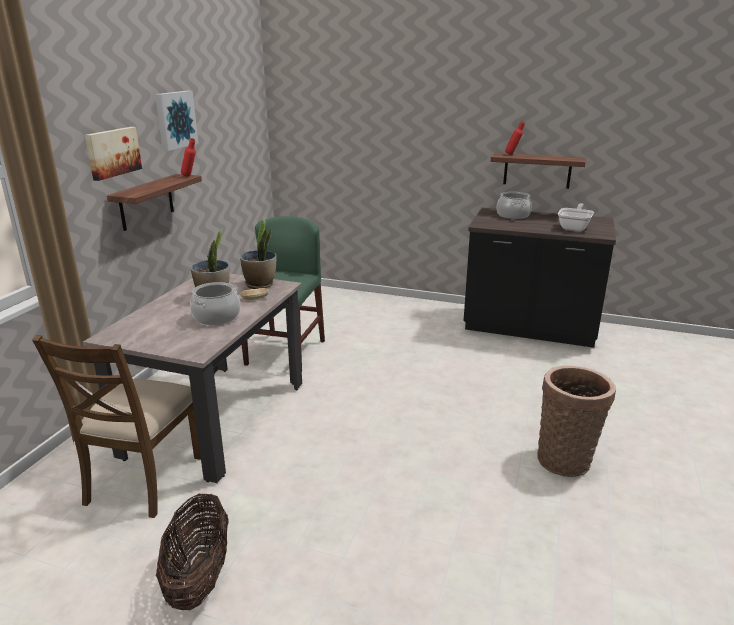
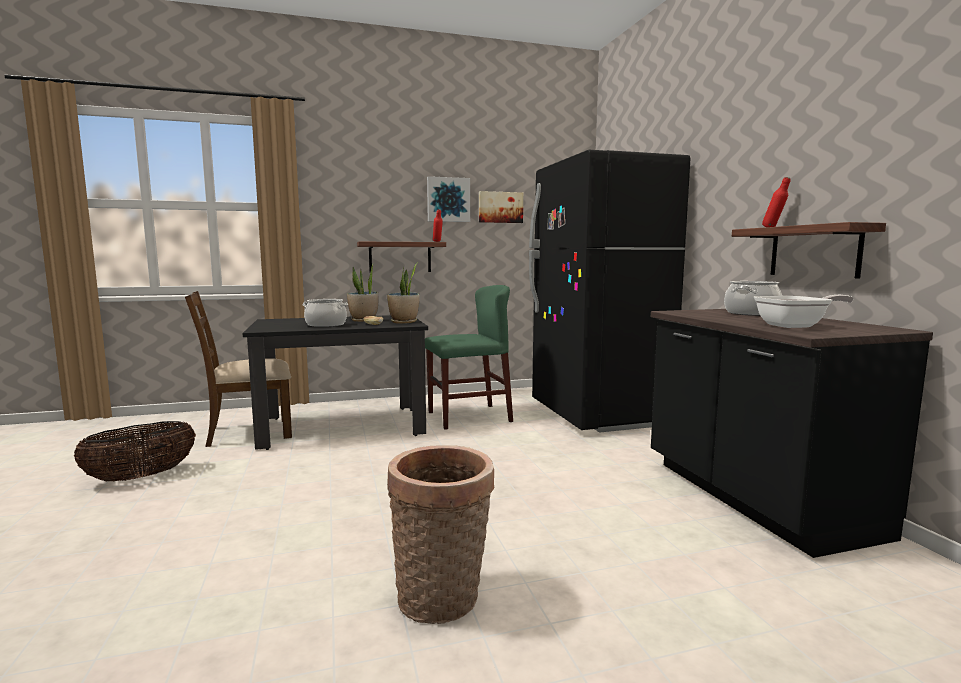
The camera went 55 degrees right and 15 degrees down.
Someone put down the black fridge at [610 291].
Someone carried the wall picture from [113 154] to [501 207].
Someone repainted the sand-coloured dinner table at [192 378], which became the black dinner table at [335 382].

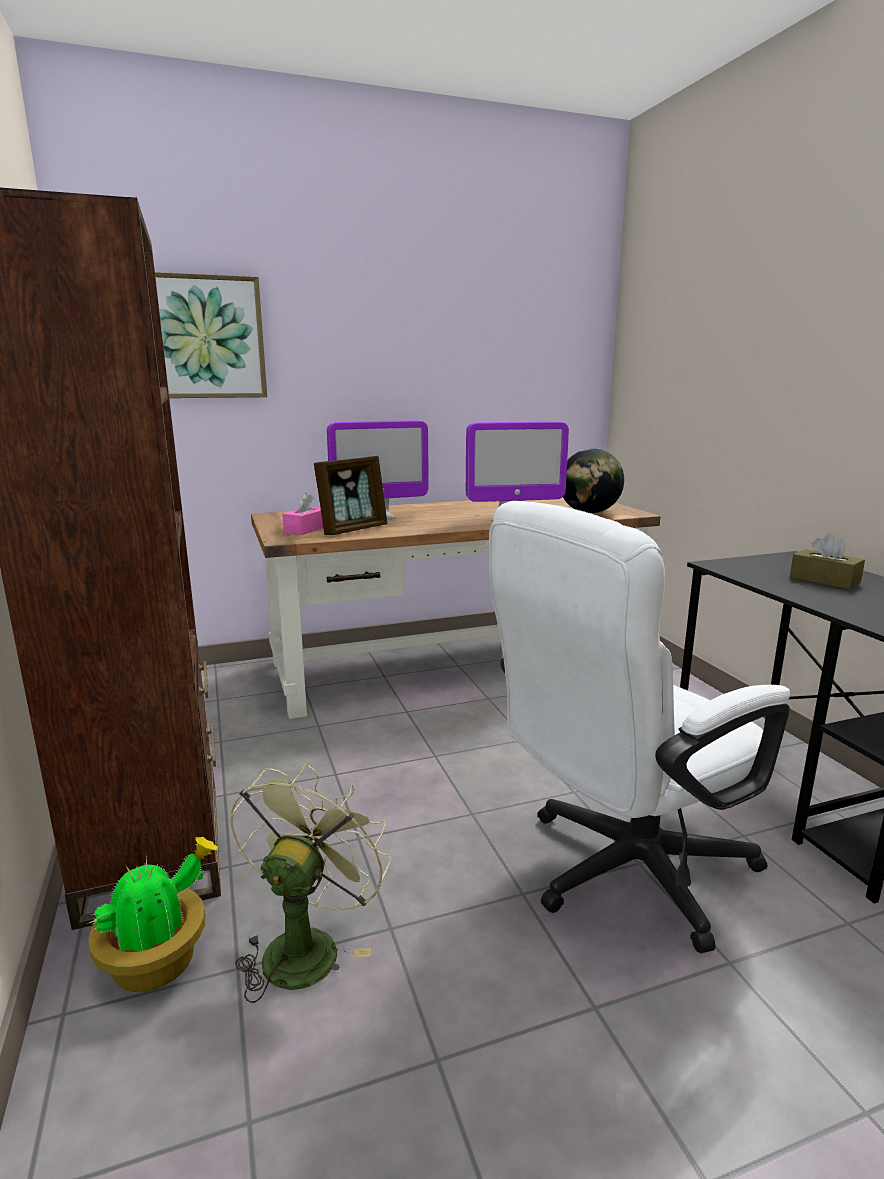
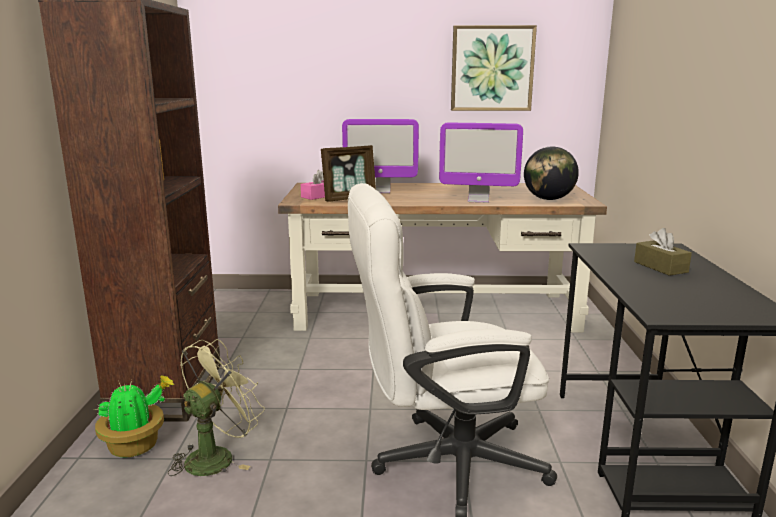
The camera went 20 degrees right and 0 degrees up.
Someone carried the wall picture from [211 335] to [494 68].

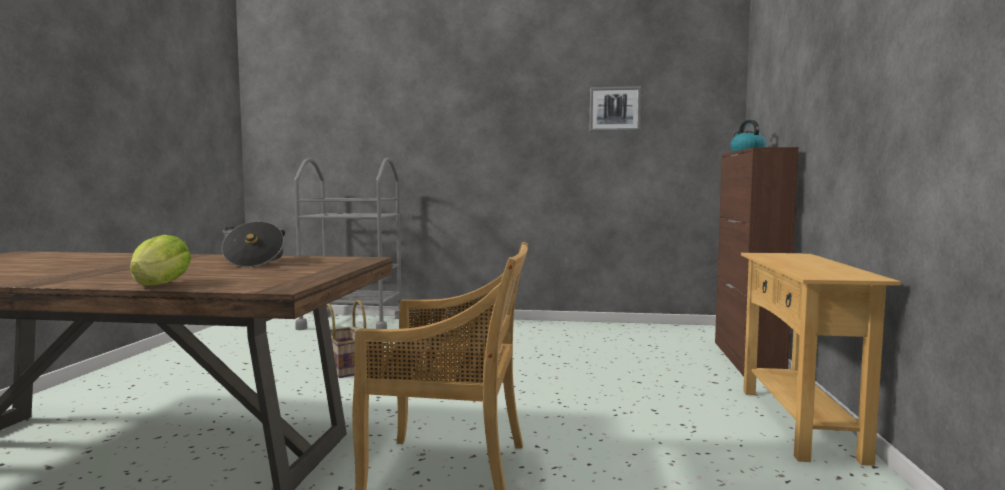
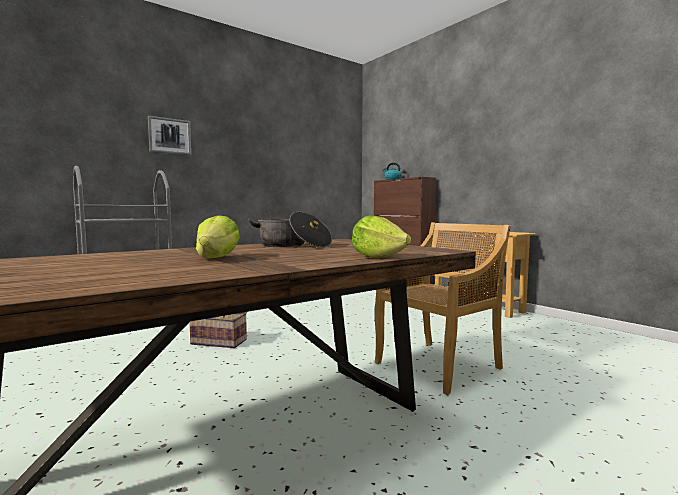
The camera went 45 degrees left and 0 degrees up.
Someone put down the head of lettuce at [218 237].
Someone carried the wall picture from [615 109] to [169 135].

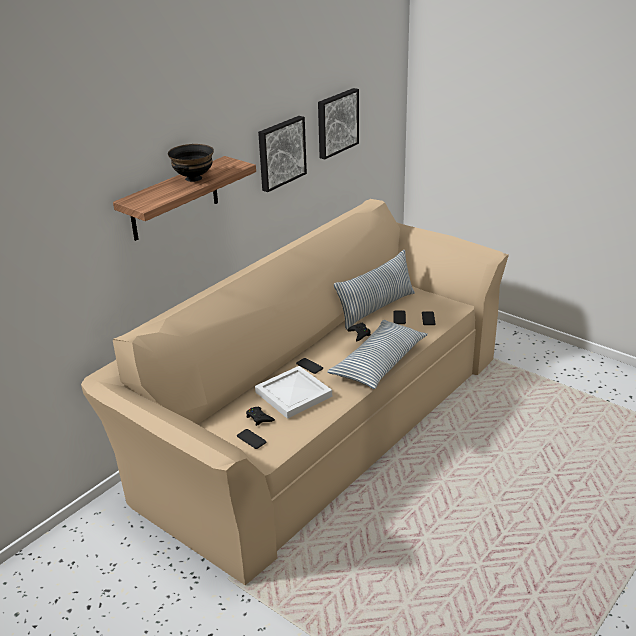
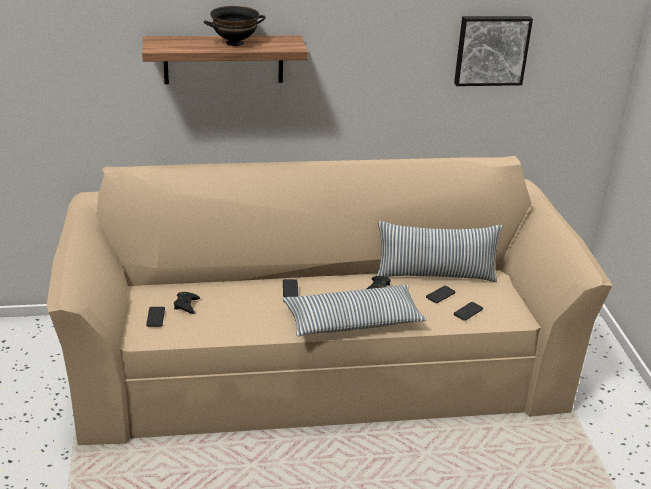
The camera went 40 degrees right and 0 degrees up.
Someone took away the whitish serving tray at [293 392].
Someone took away the wall picture at [282 154].

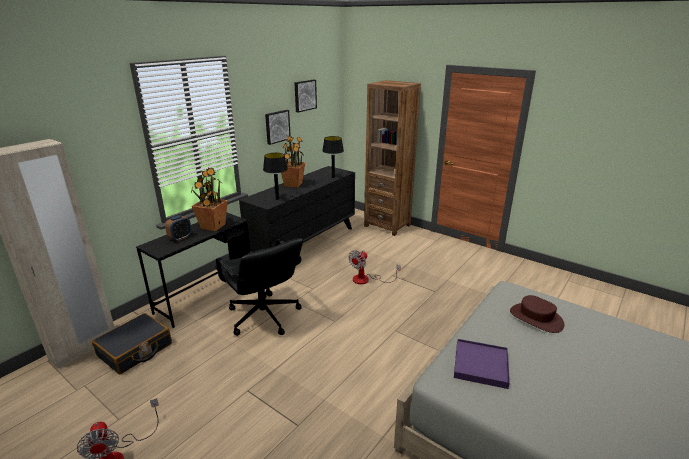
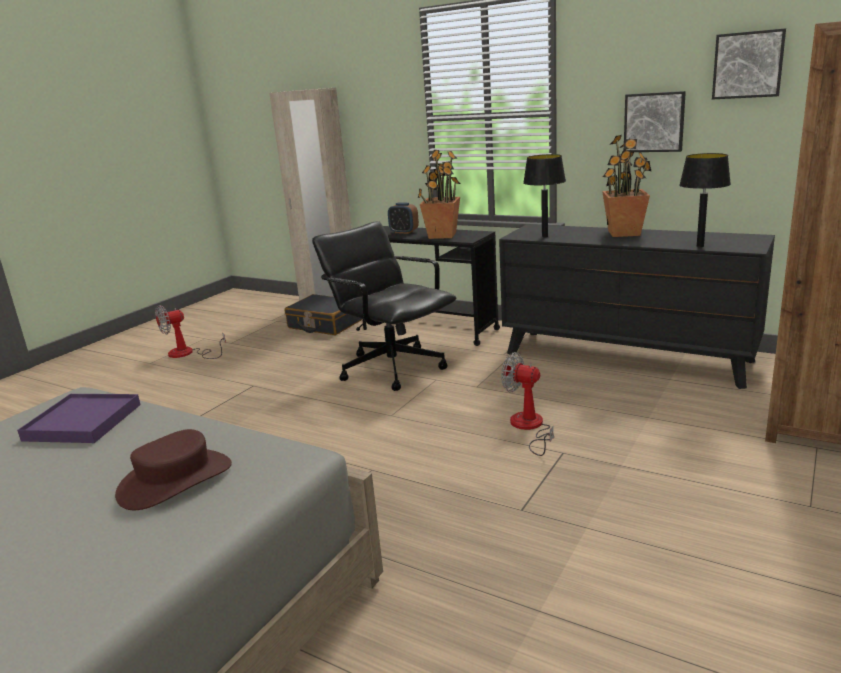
The camera went 85 degrees right and 5 degrees down.
Someone rotated the black computer chair at [259 287] by 90 degrees clockwise.

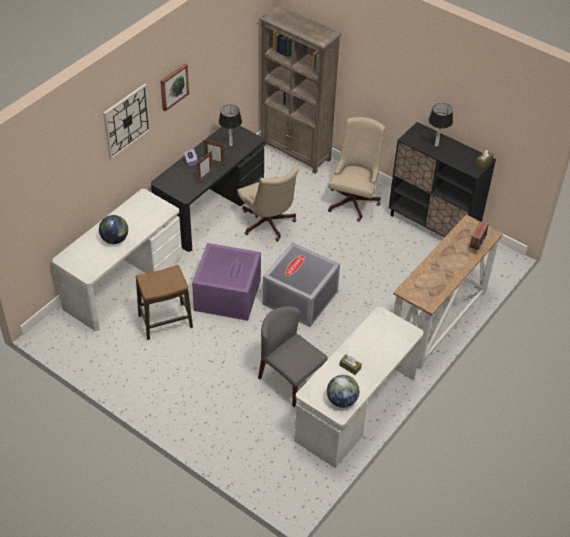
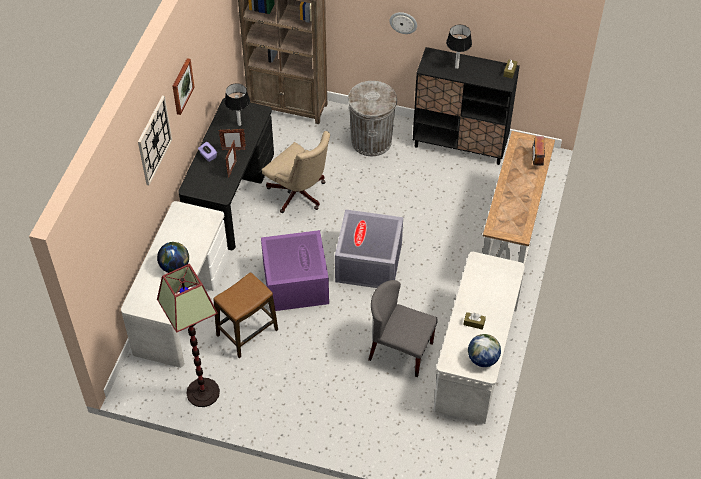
The camera went 20 degrees left and 5 degrees up.
Someone put down the standing lamp at [188 335].
Someone put up the clock on the wall at [403 23].
Someone swapped the sand-coloured computer chair at [356 169] for the gray rubbish bin at [372 118].

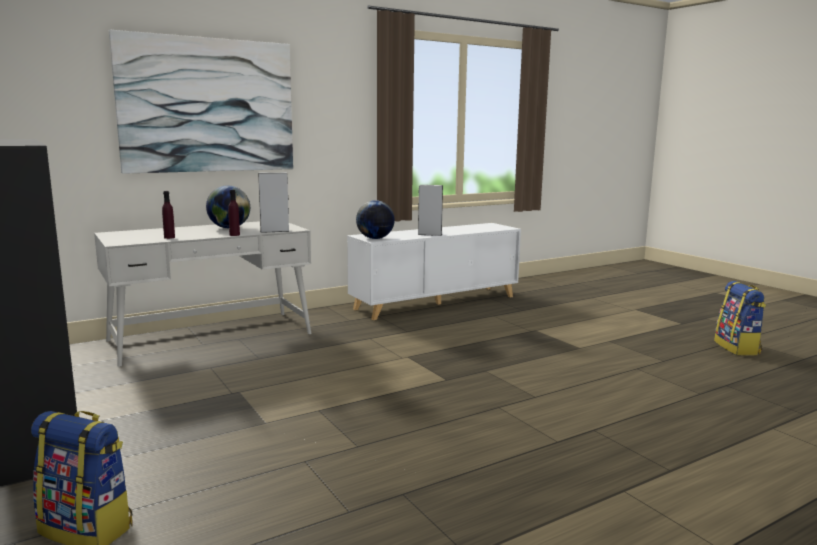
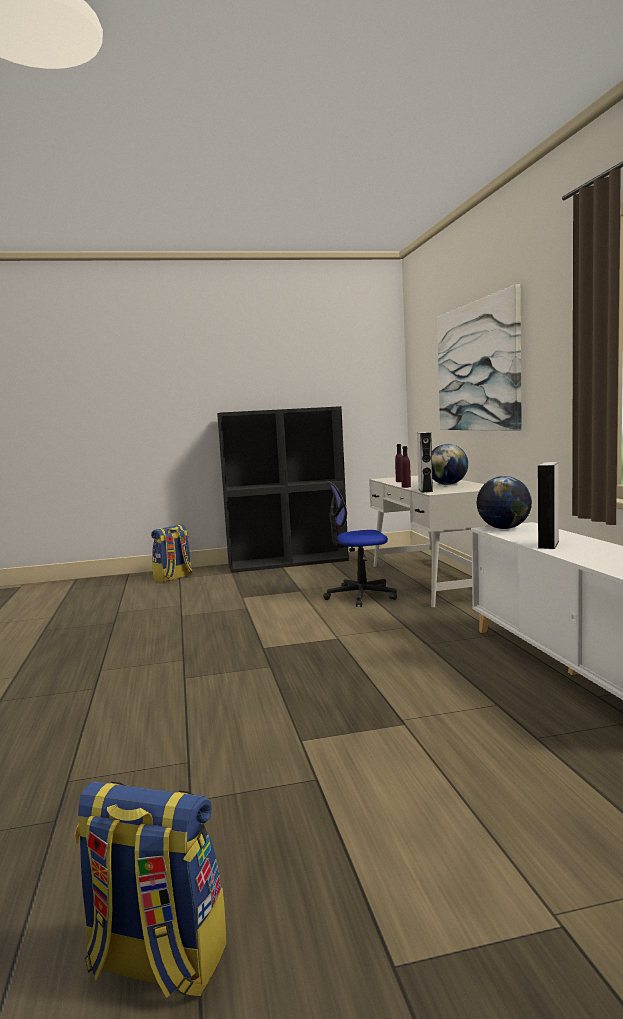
The camera went 110 degrees right and 5 degrees down.
Someone put down the computer chair at [360 544].

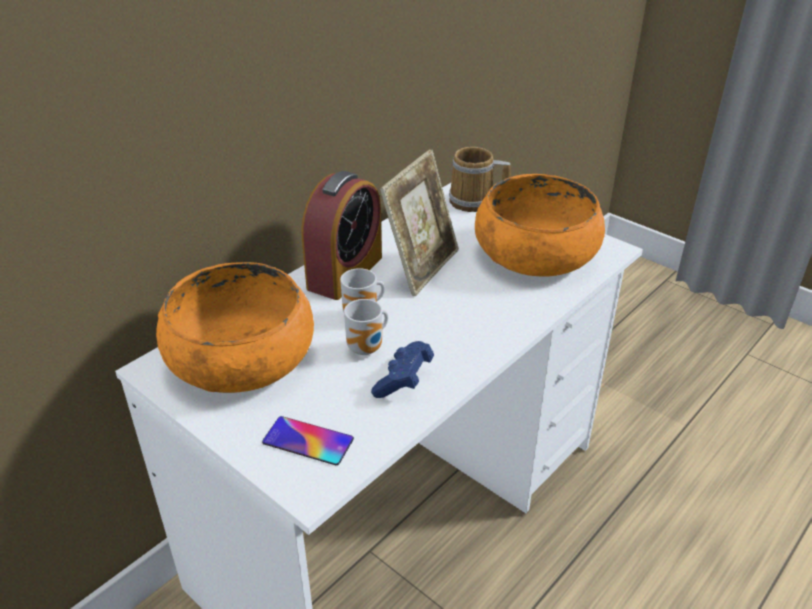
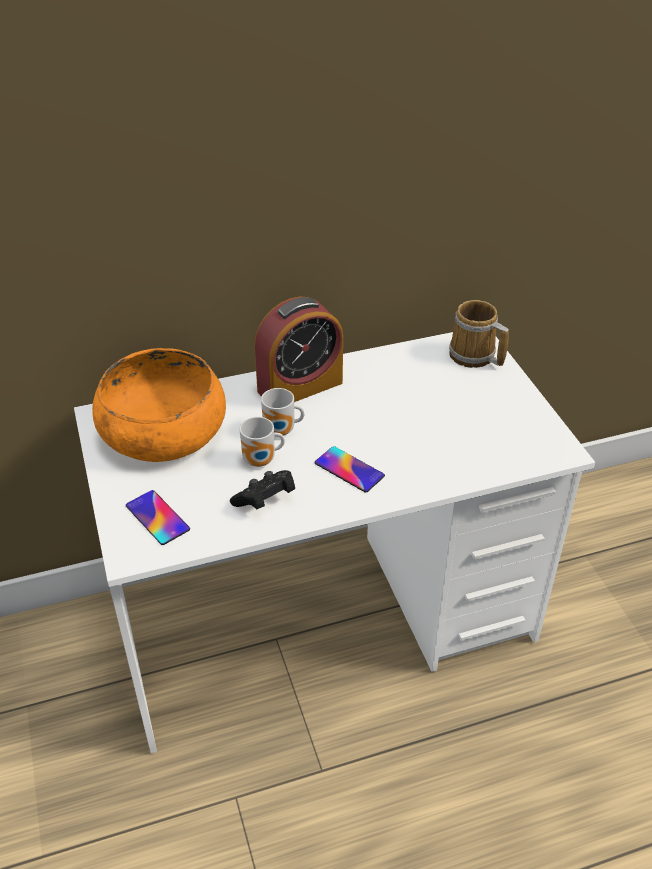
The camera went 30 degrees right and 5 degrees up.
Someone took away the picture frame at [419 222].
Someone took away the orangey bowl at [540 225].
Someone put down the telephone at [350 469].
Someone repainted the bluish game controller at [402 369], which became the black game controller at [262 489].

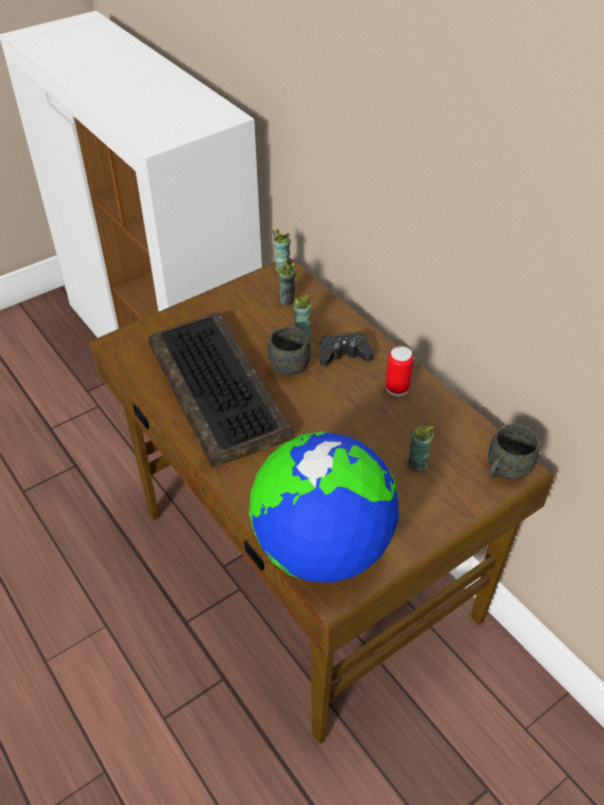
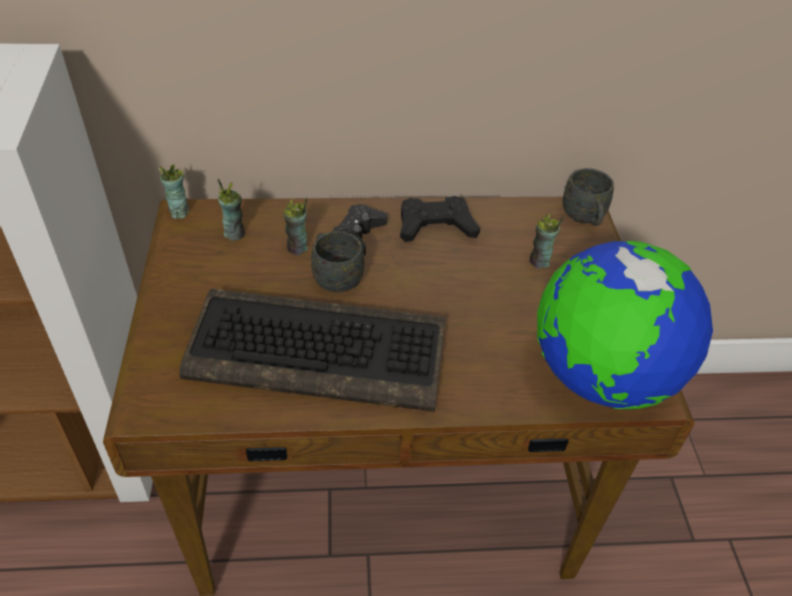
The camera went 60 degrees left and 0 degrees up.
Someone swapped the metal can at [399 371] for the black game controller at [440 219].

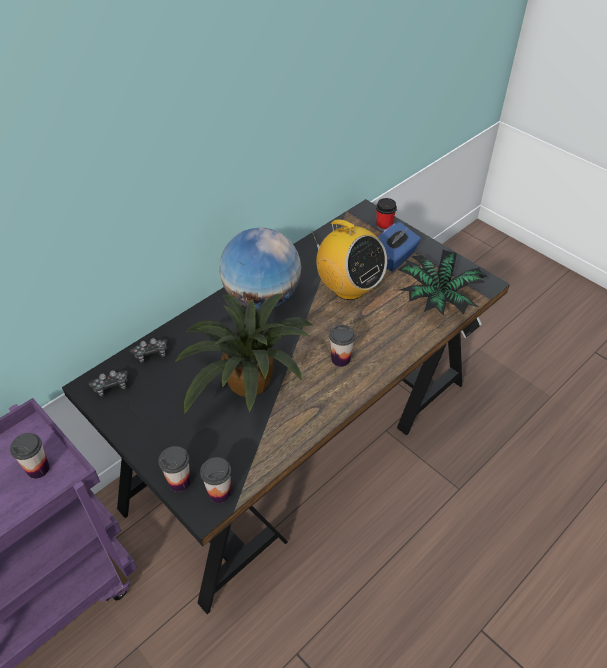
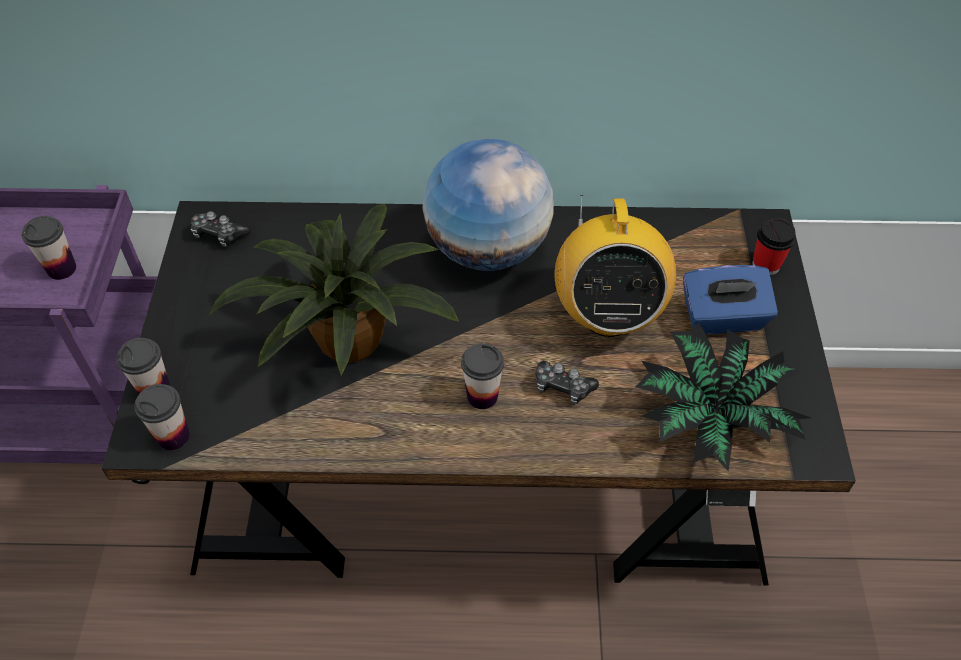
The camera went 45 degrees right and 5 degrees up.
Someone carried the game controller from [149 350] to [567 383].

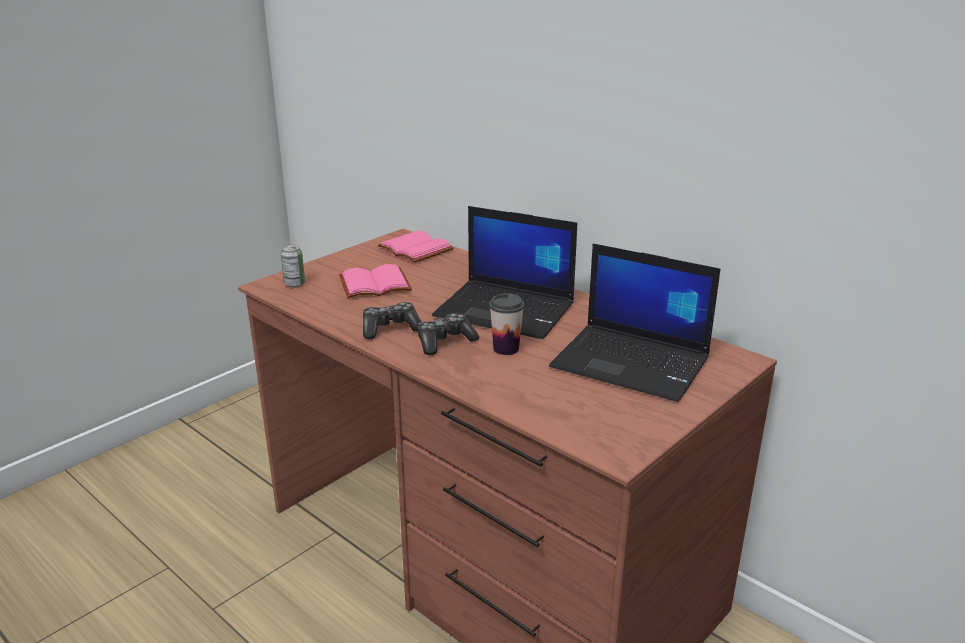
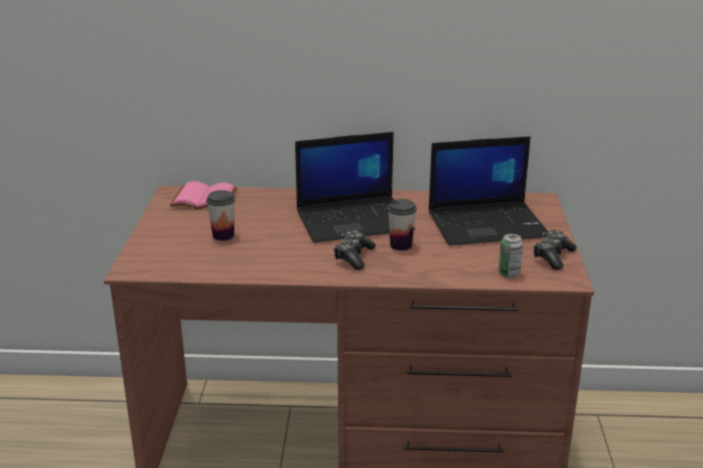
The camera went 40 degrees left and 0 degrees up.
Someone carried the metal can from [293 266] to [510 256].
Someone carried the game controller from [392 320] to [555 250].
Someone swapped the pinkish volume at [375 281] for the small cup at [220 215].

